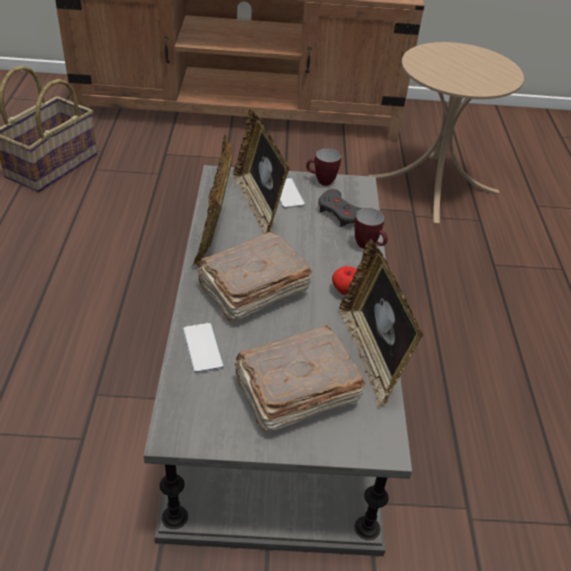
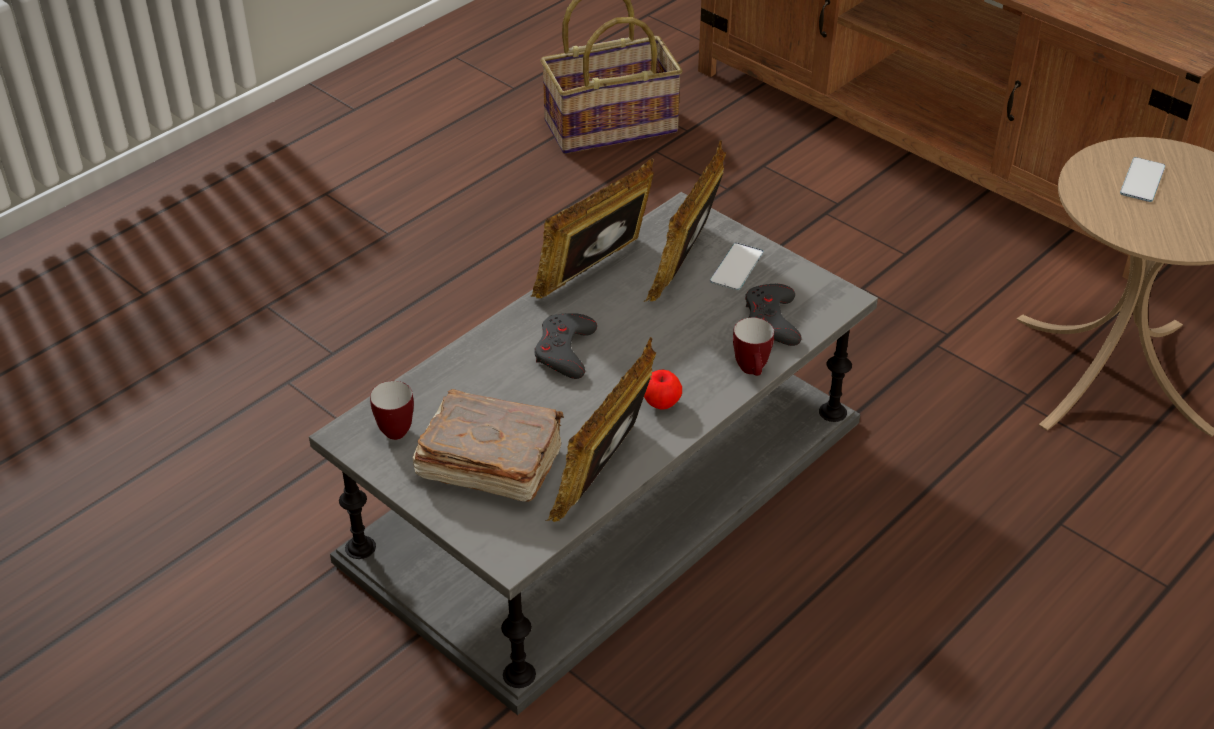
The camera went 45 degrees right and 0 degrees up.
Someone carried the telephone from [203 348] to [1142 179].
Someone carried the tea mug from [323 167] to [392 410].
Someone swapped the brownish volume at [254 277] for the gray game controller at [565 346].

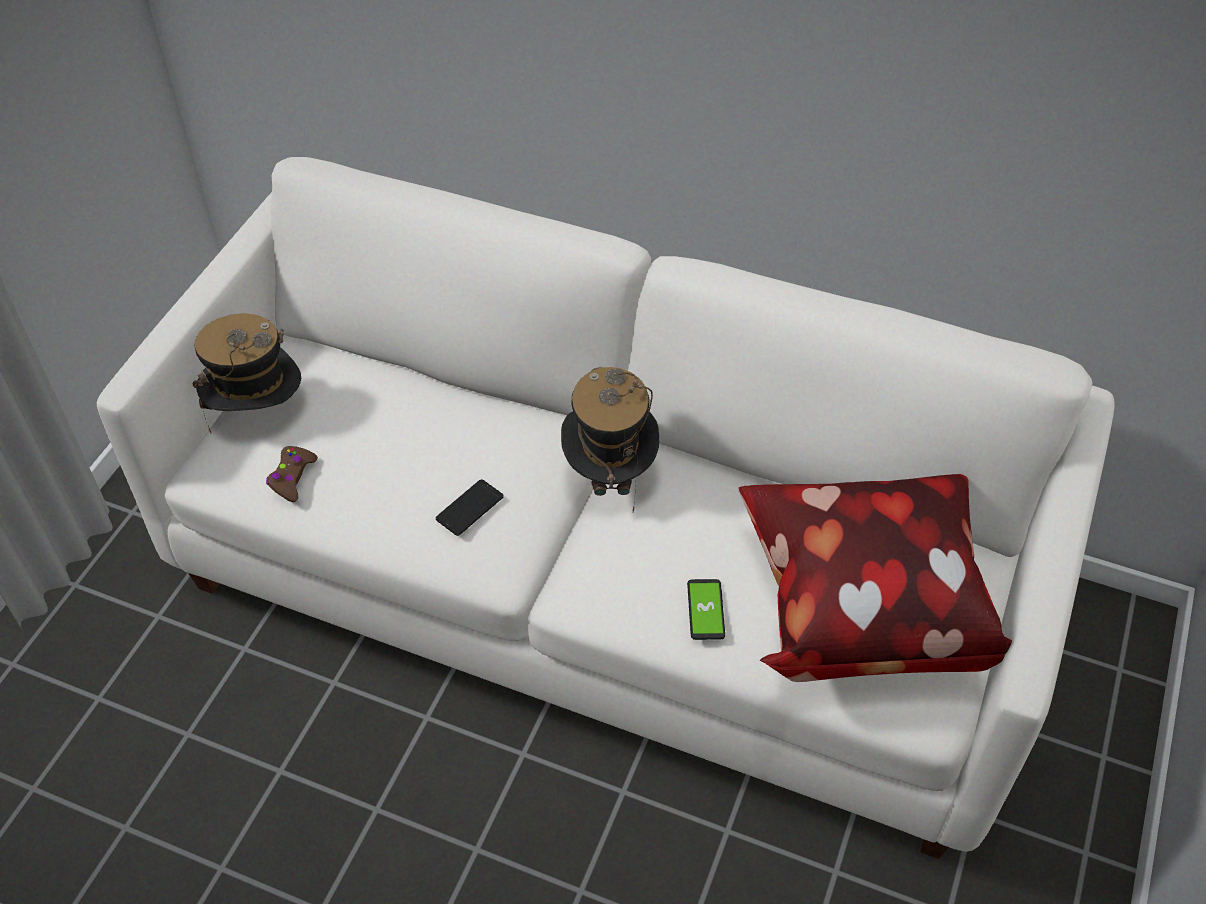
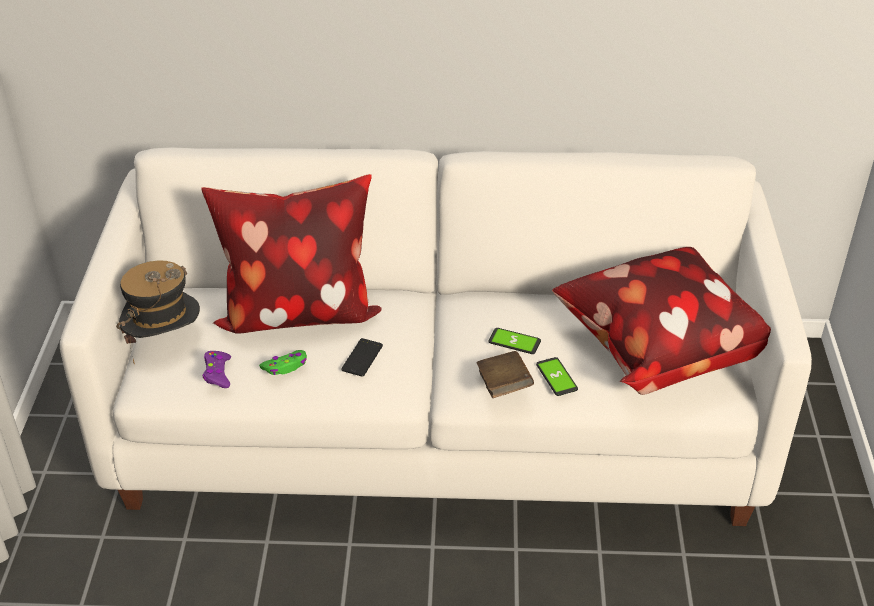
The camera went 20 degrees left and 10 degrees down.
Someone took away the hat at [610 439].
Someone put down the cushion at [291 254].
Someone put down the green game controller at [283 362].
Someone put down the brownish volume at [505 374].
Someone put down the telephone at [514 341].
Someone repainted the brownish game controller at [292 474], which became the purple-coloured game controller at [217 369].

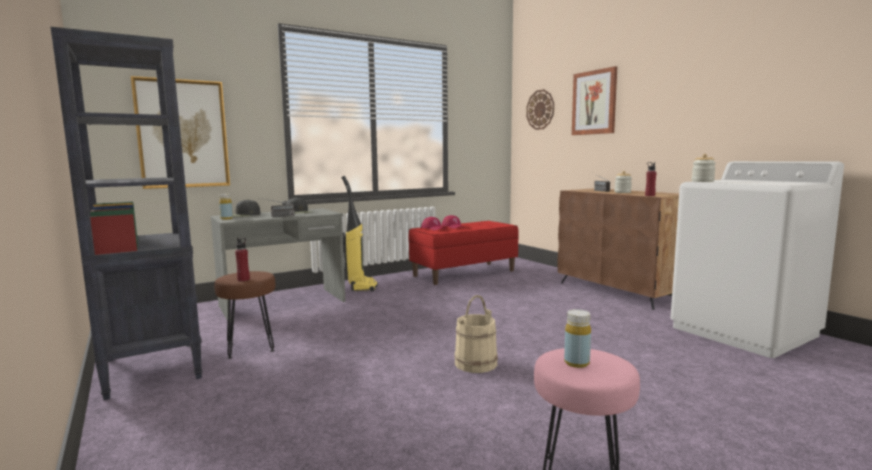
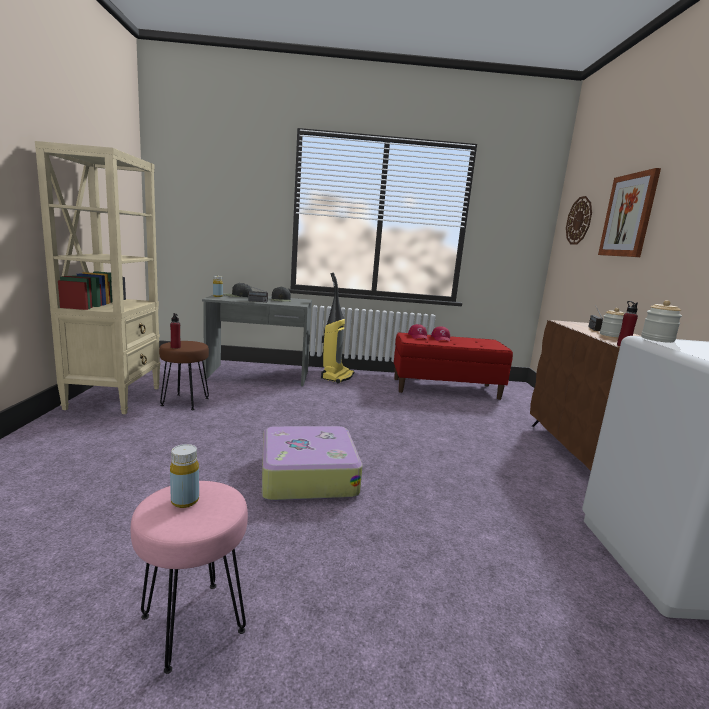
The camera went 30 degrees right and 5 degrees up.
Someone took away the wall picture at [180 132].
Someone swapped the sand-coloured bucket at [476 334] for the piece of luggage at [312 463].
Someone repainted the black bookshelf at [126 213], which became the sand-coloured bookshelf at [98 277].

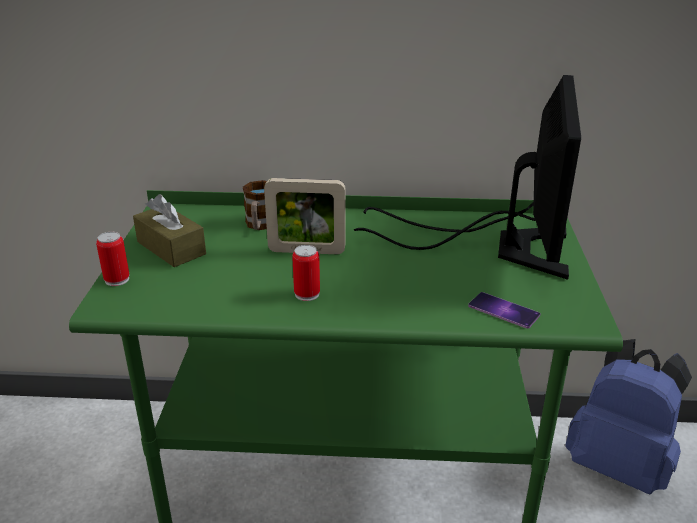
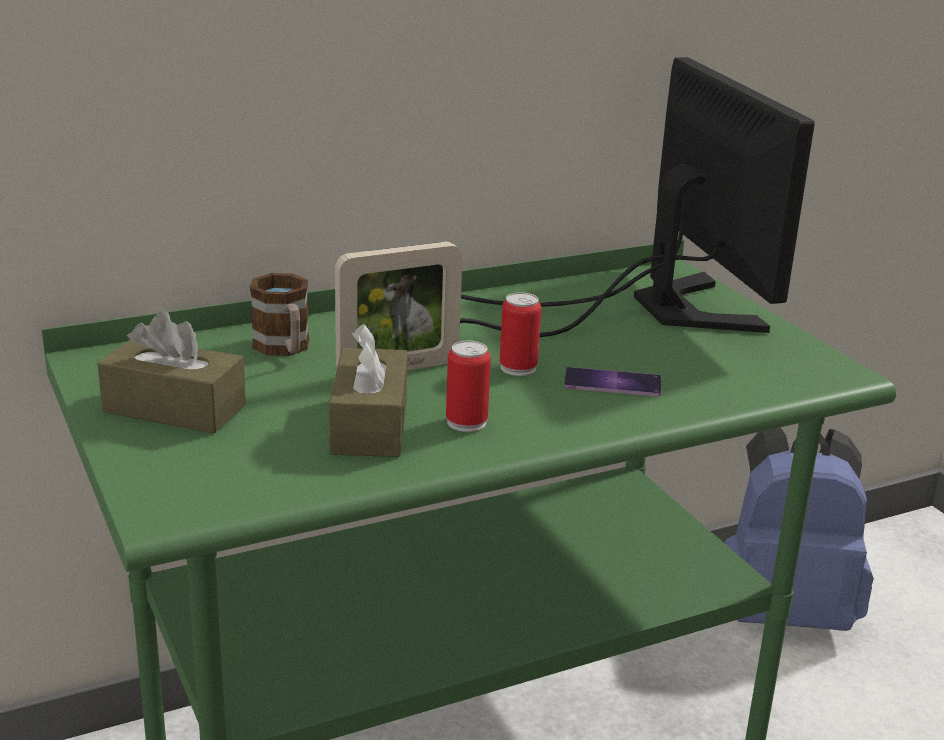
The camera went 30 degrees left and 5 degrees down.
Someone put down the brownish box of tissues at [368 390].
Someone carried the metal can from [113 259] to [520 334].
Someone carried the telephone from [504 310] to [612 381].

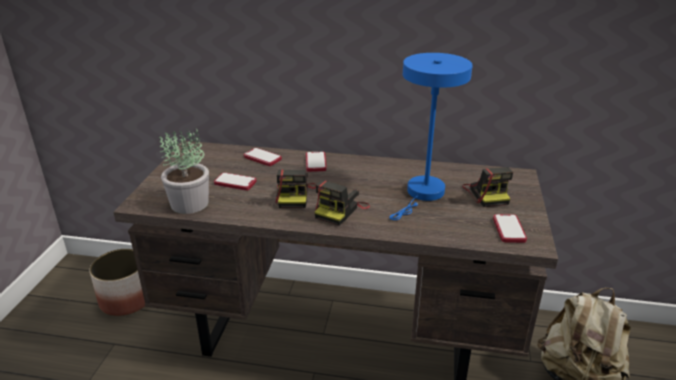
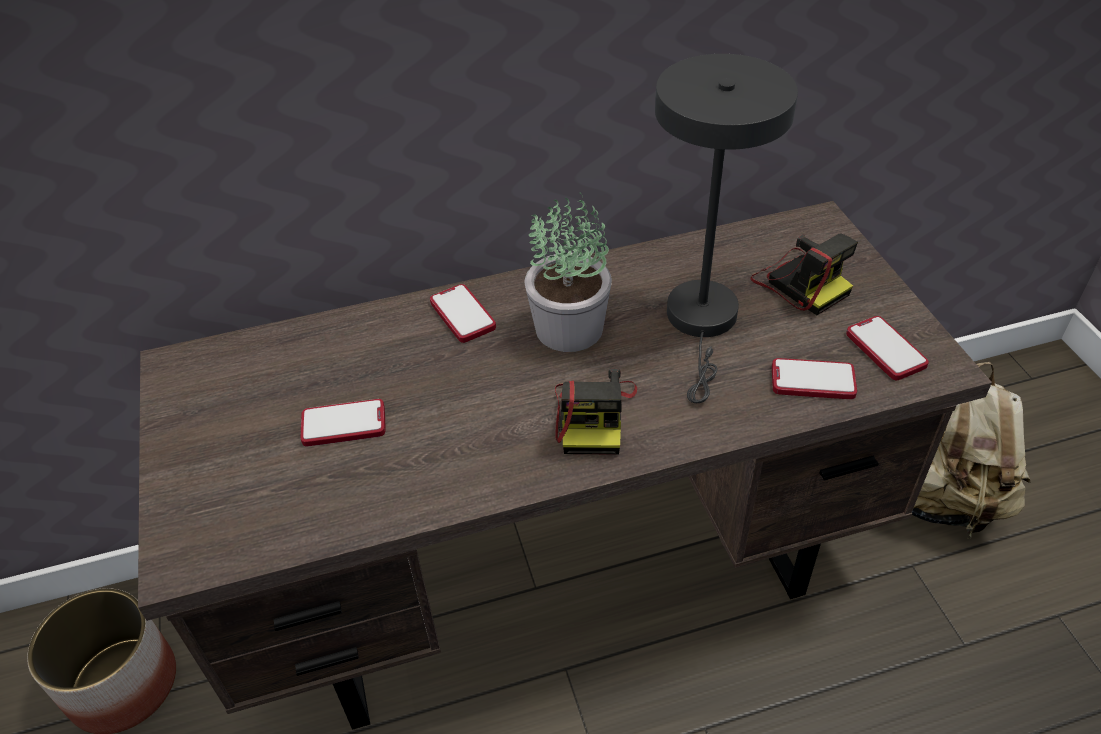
The camera went 25 degrees left and 15 degrees up.
Someone took away the still camera at [295 188].
Someone carried the potted plant from [184 171] to [568 272].
Someone carried the telephone from [263 157] to [814 378].
Someone repainted the bluish lamp for a table at [431 136], which became the gray lamp for a table at [726 228].

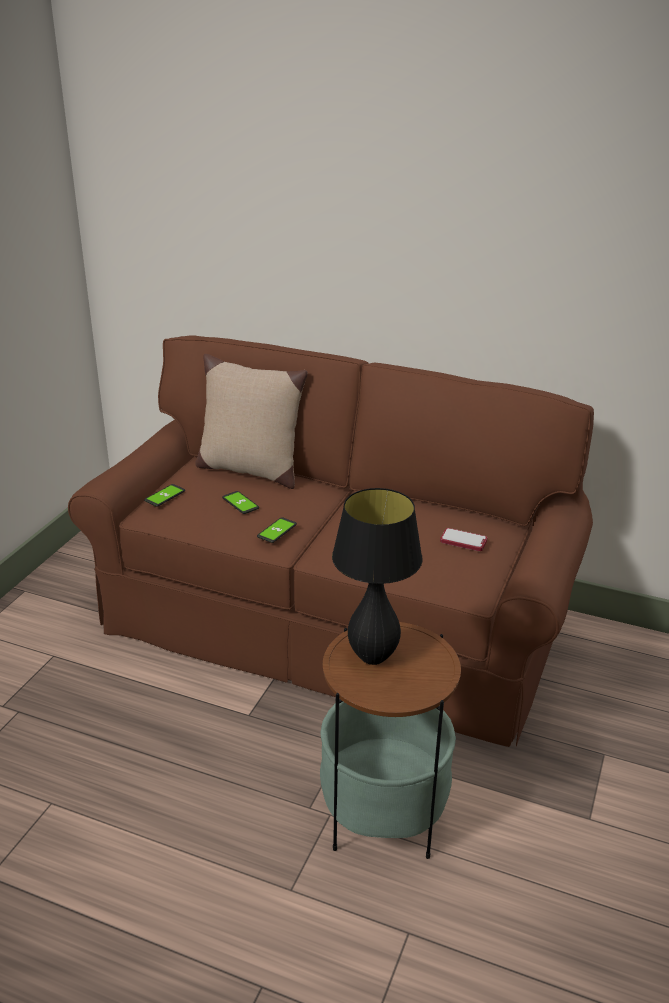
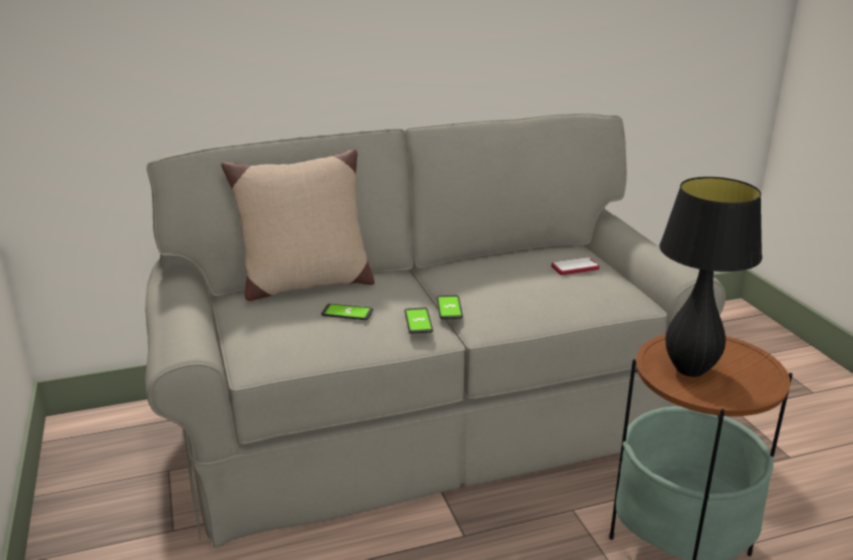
The camera went 40 degrees left and 5 degrees down.
Someone carried the telephone from [164 495] to [450 307].
Someone repainted the brownish sofa at [331 541], which became the gray sofa at [435 330].

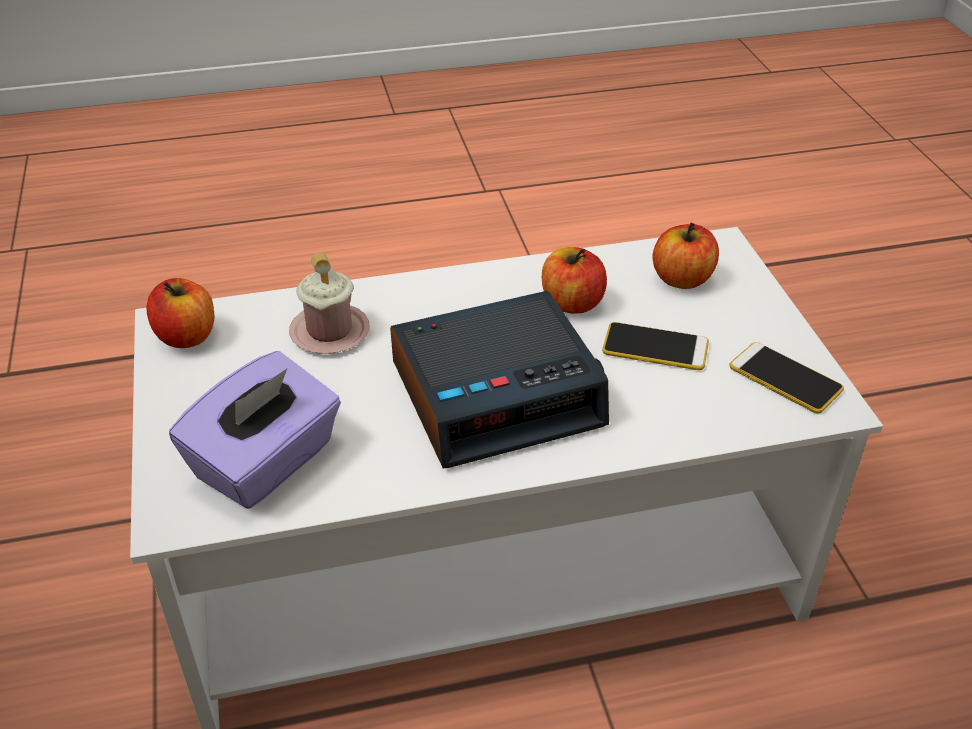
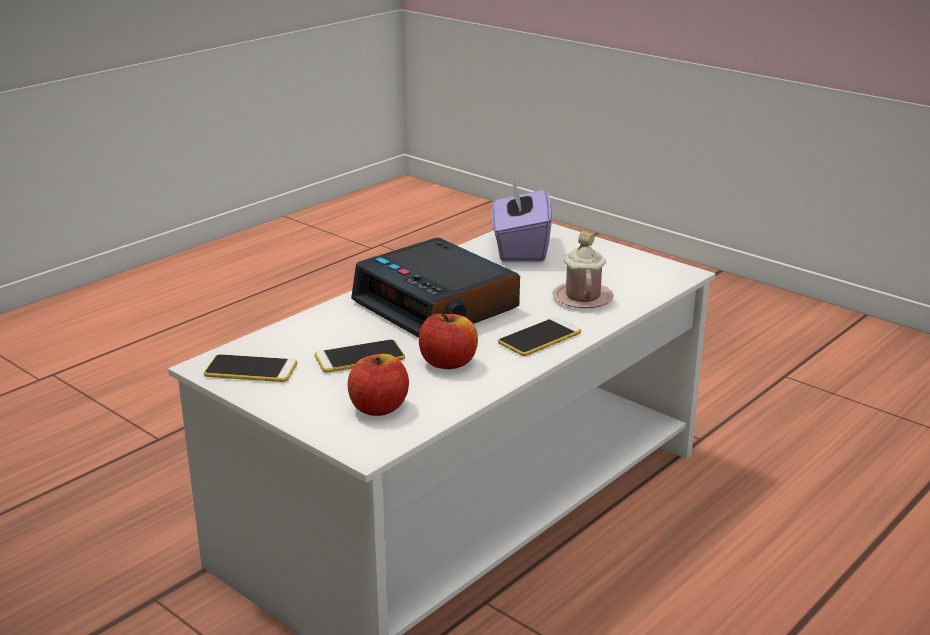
The camera went 145 degrees right and 15 degrees down.
Someone took away the whole apple at [180 313].
Someone put down the telephone at [539 337].
Someone rotated the bedside clock at [499 379] by 75 degrees counterclockwise.

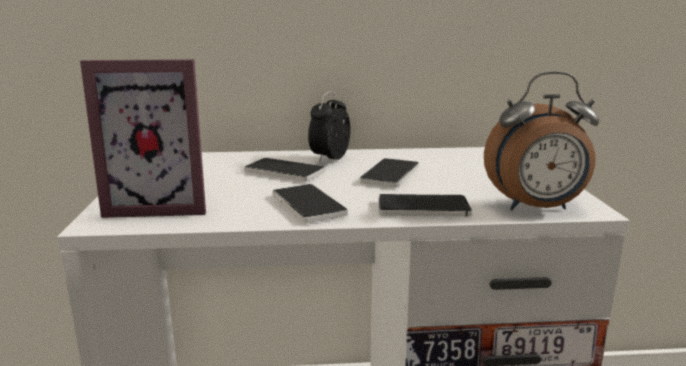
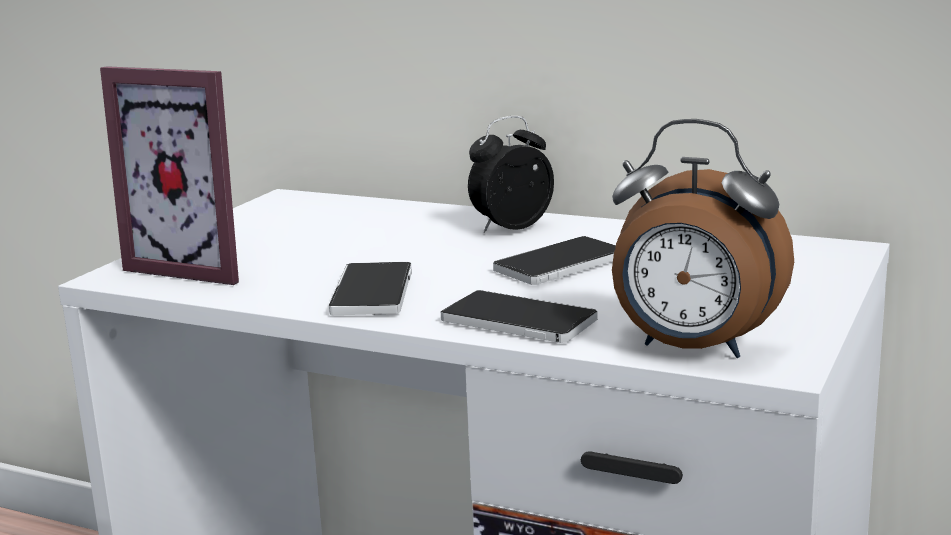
The camera went 30 degrees right and 0 degrees up.
Someone took away the telephone at [284 169].

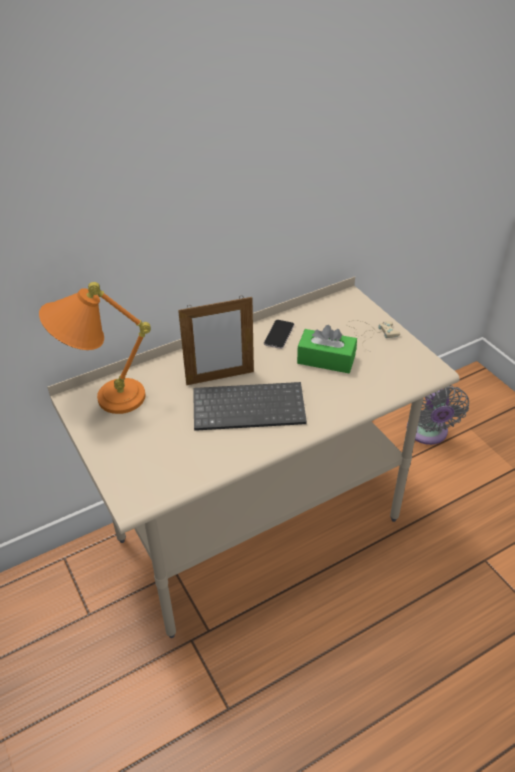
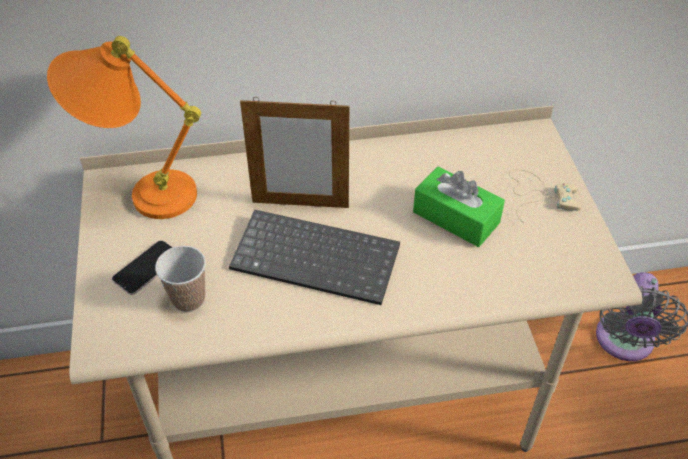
The camera went 20 degrees right and 5 degrees up.
Someone put down the small cup at [180 279].
Someone carried the telephone from [279 334] to [142 267].

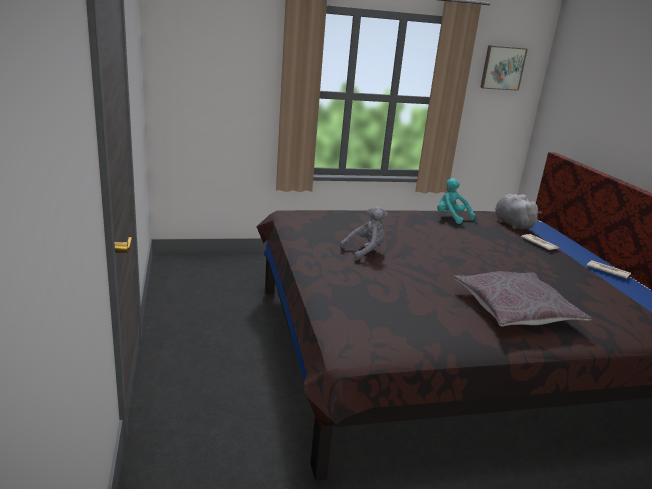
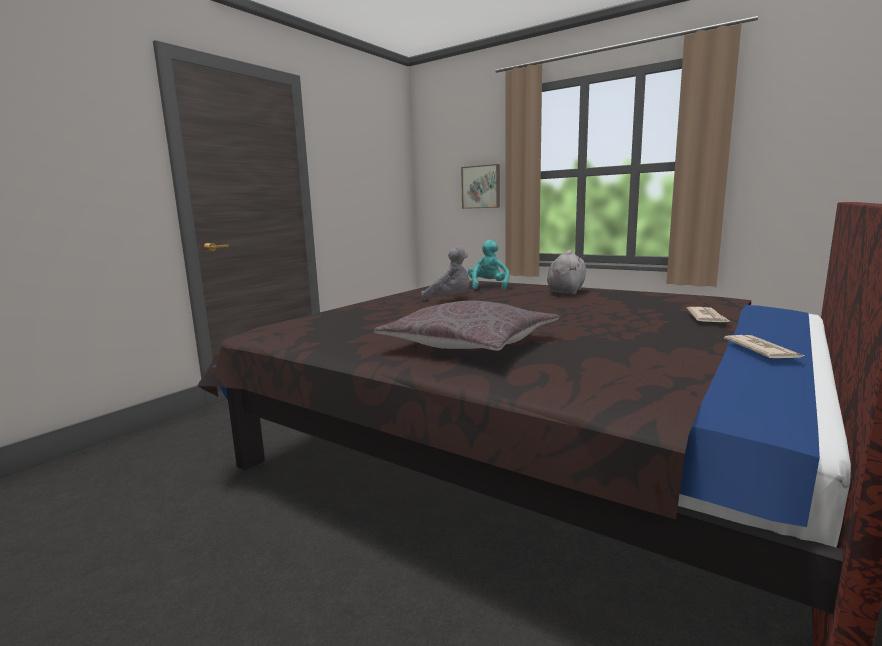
The camera went 50 degrees right and 10 degrees down.
Someone carried the blue-green soft toy from [456 201] to [488 265].
Someone carried the wall picture from [504 68] to [480 186].
Someone carried the gray soft toy from [518 211] to [566 272].

